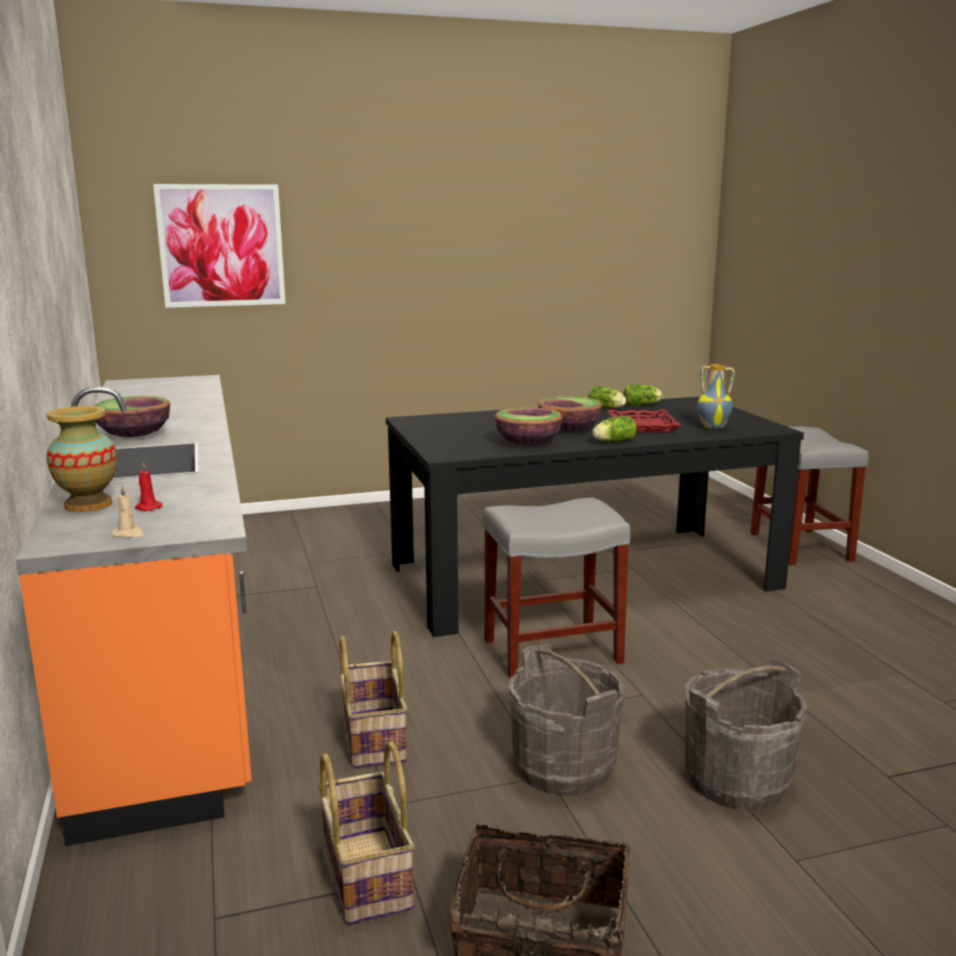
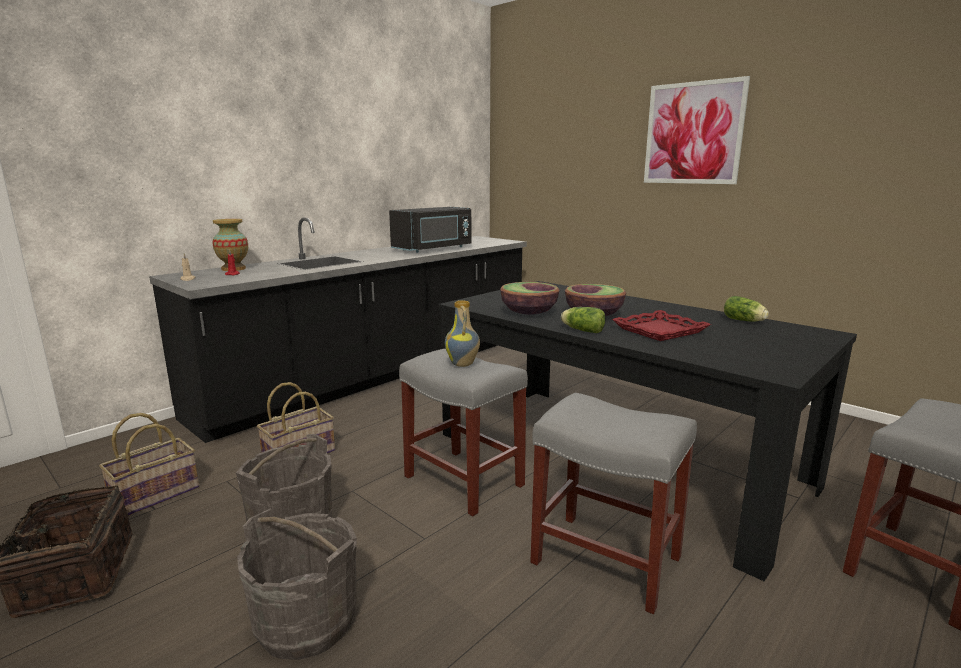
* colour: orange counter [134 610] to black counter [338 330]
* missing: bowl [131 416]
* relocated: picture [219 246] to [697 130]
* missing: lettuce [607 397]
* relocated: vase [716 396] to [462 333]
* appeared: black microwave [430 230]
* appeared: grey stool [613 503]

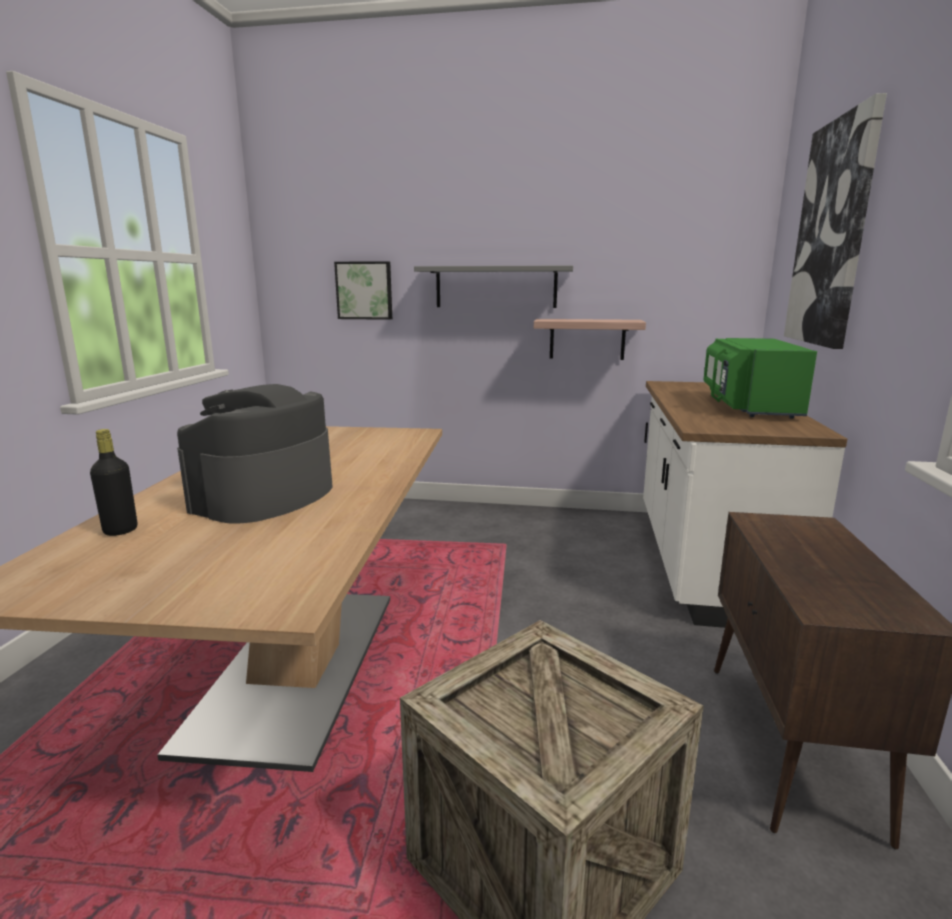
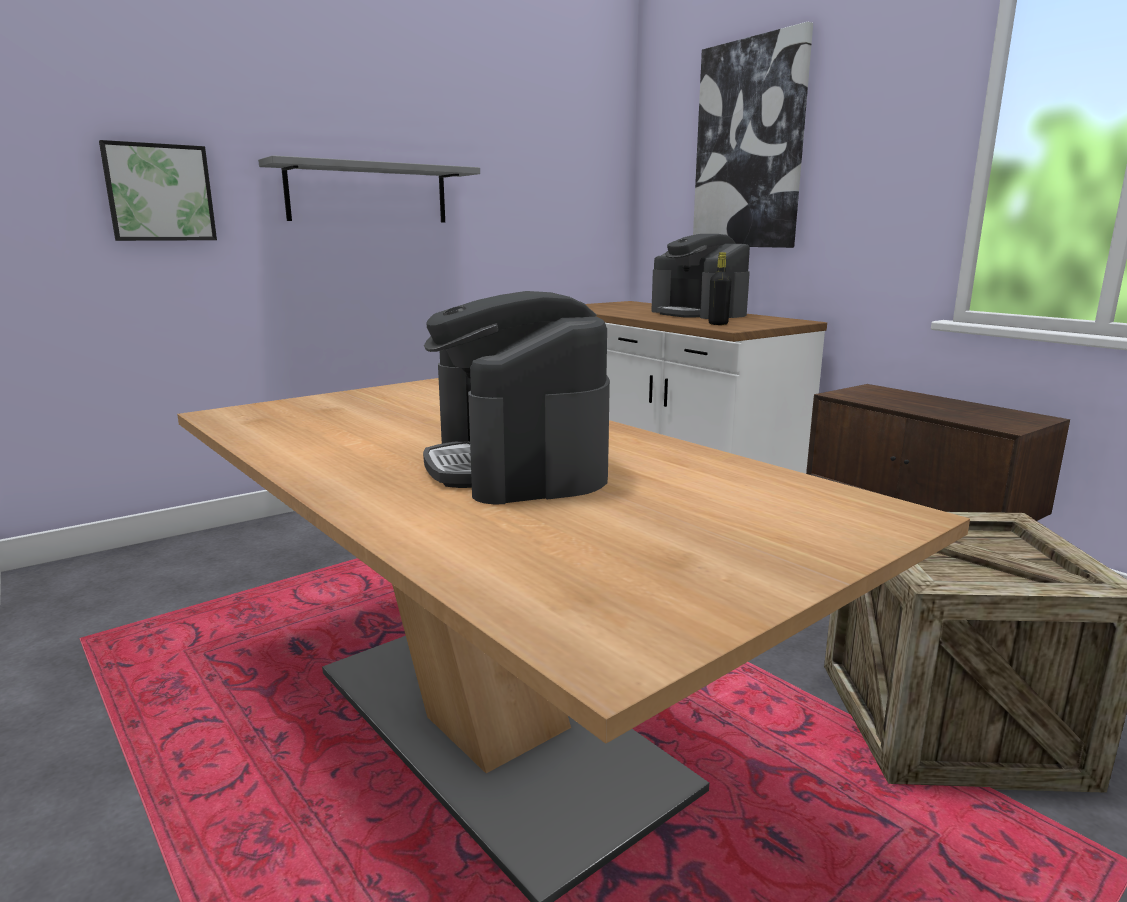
* relocated: black bottle [113 482] to [720 288]
* missing: shelf [590 339]
* exchanged: green microwave [760 378] to coffee machine [700 276]

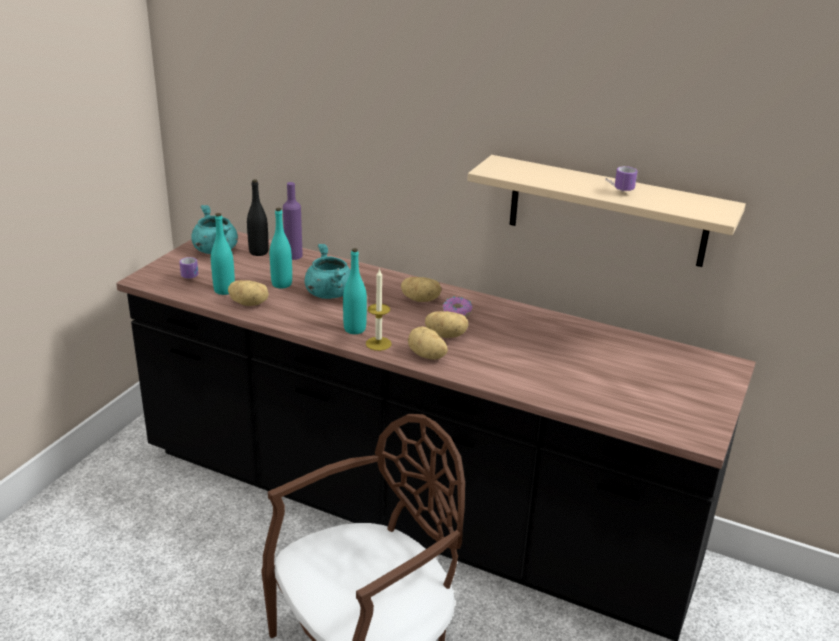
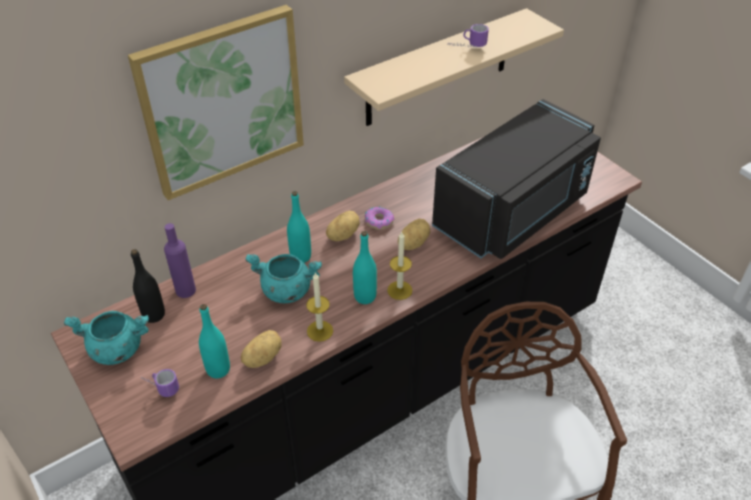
* relocated: turquoise bottle [281 248] to [299 227]
* missing: potato [428 343]
* appeared: picture [216 102]
* appeared: candle [319 307]
* appeared: black microwave [516 179]

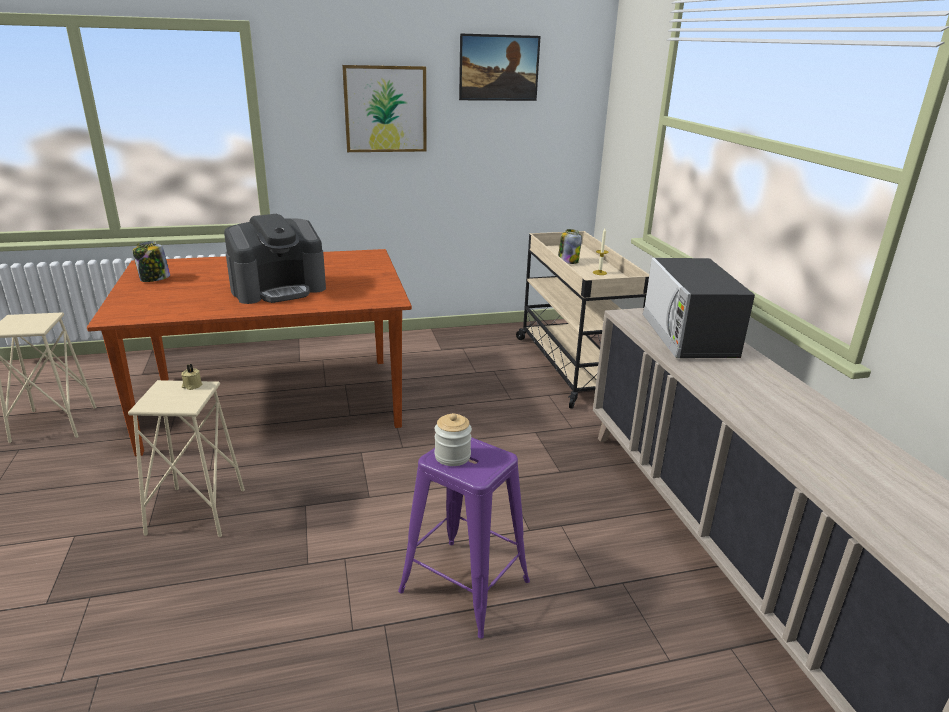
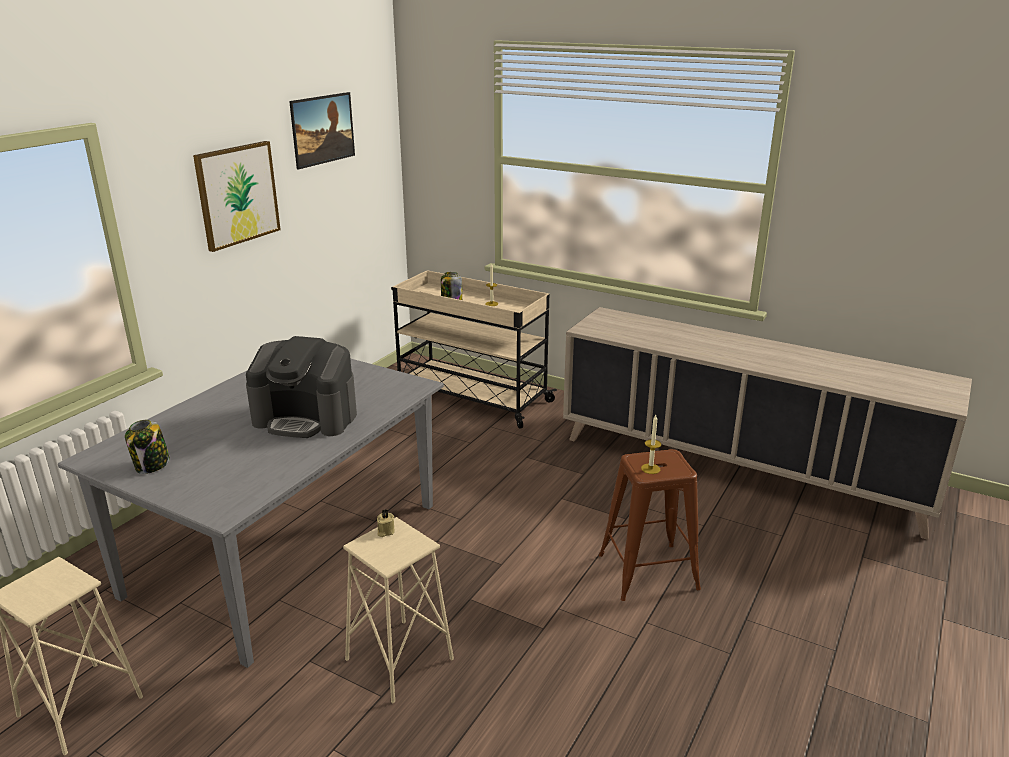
* colour: brown dining table [249 352] to grey dining table [251 513]
* spun: coffee machine [275 259] = [301 387] 90 degrees clockwise
* colour: purple stool [464 537] to brown stool [650 525]
* exchanged: jar [453 439] to candle [651 444]
* missing: microwave [699 308]

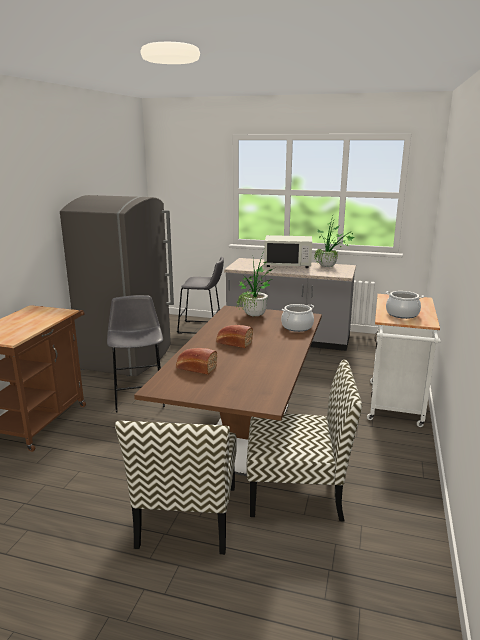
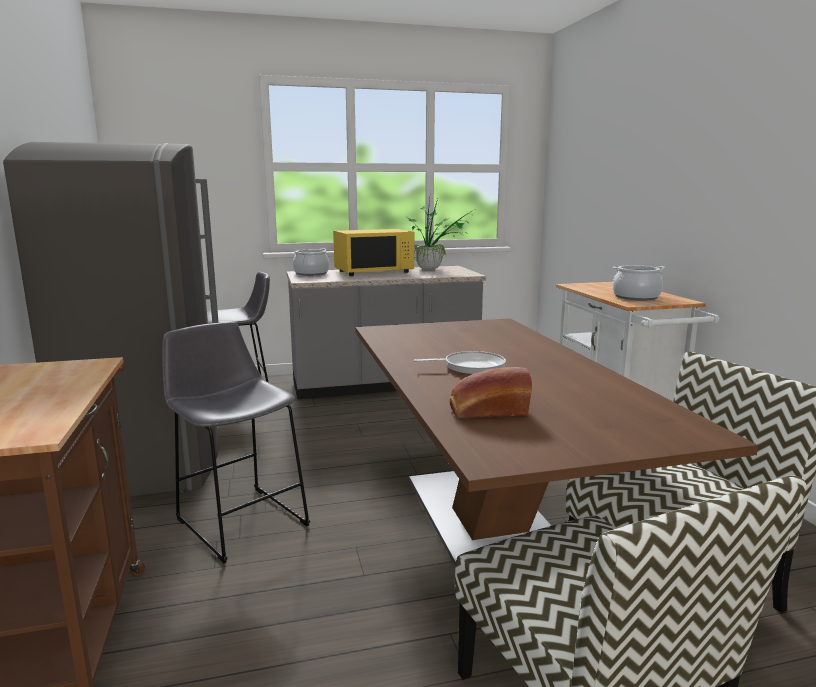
* exchanged: bread [234 336] to frying pan [459 363]
* missing: potted plant [256 285]
* colour: white microwave [288 251] to yellow microwave [373 252]
* relocated: cooking pot [297 318] to [311 262]

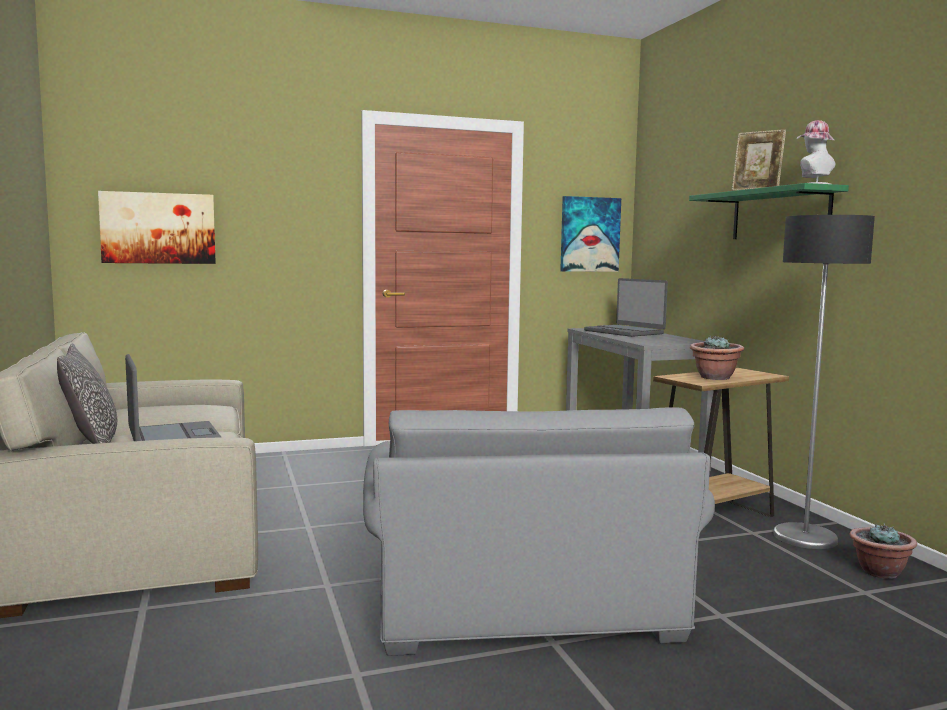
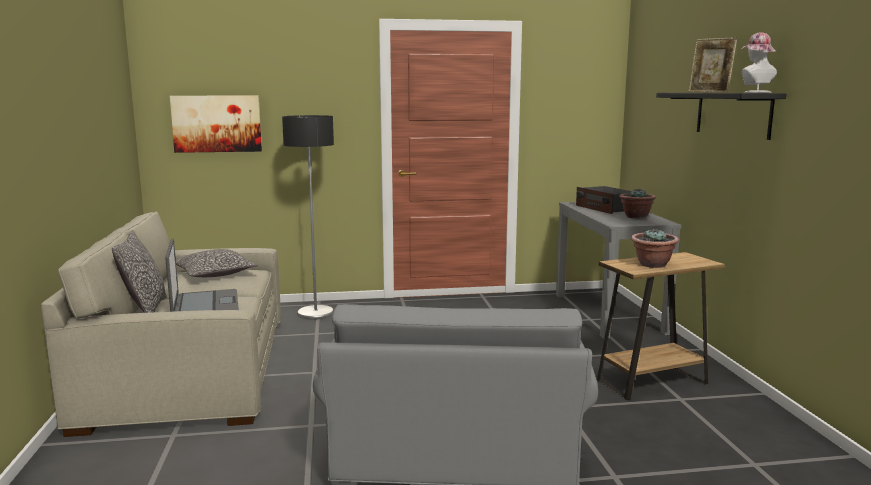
* missing: picture [590 234]
* exchanged: laptop [626 307] to radio [603 200]
* colour: green shelf [769 211] to black shelf [721 116]
* relocated: floor lamp [824 382] to [308 217]
* relocated: potted plant [883 551] to [637 203]
* appeared: pillow [217 263]

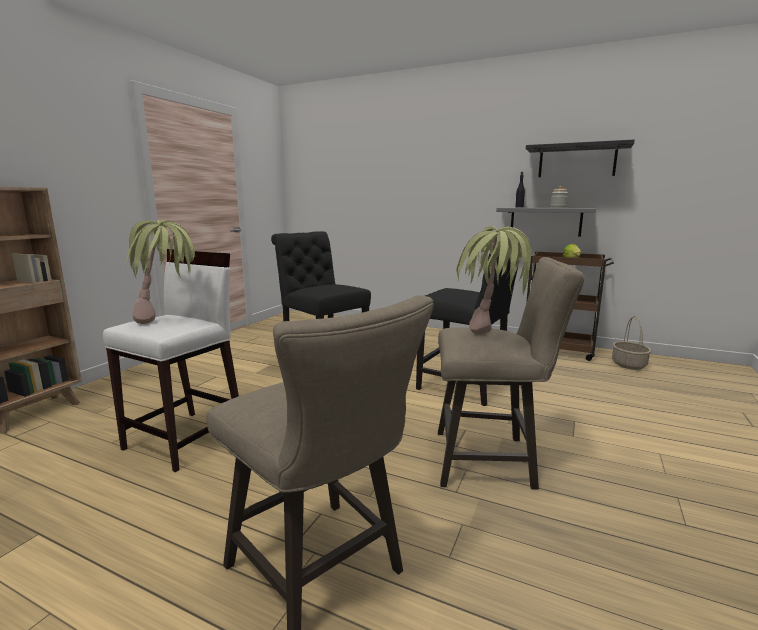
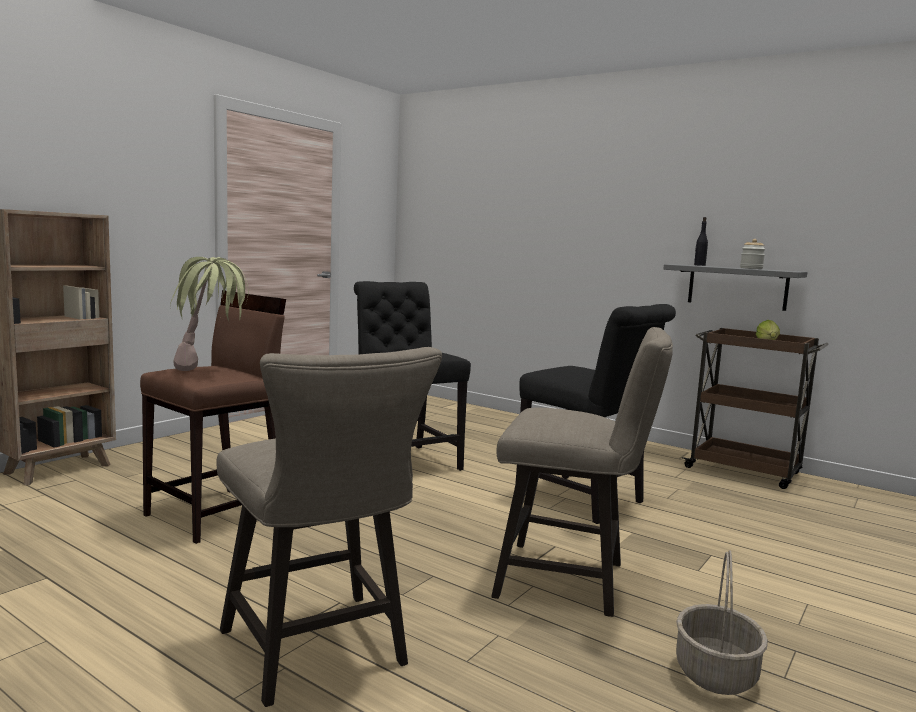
* colour: white stool [171 360] to brown stool [213 417]
* missing: potted plant [495 280]
* missing: black shelf [580 158]
* relocated: basket [632 343] to [722 622]

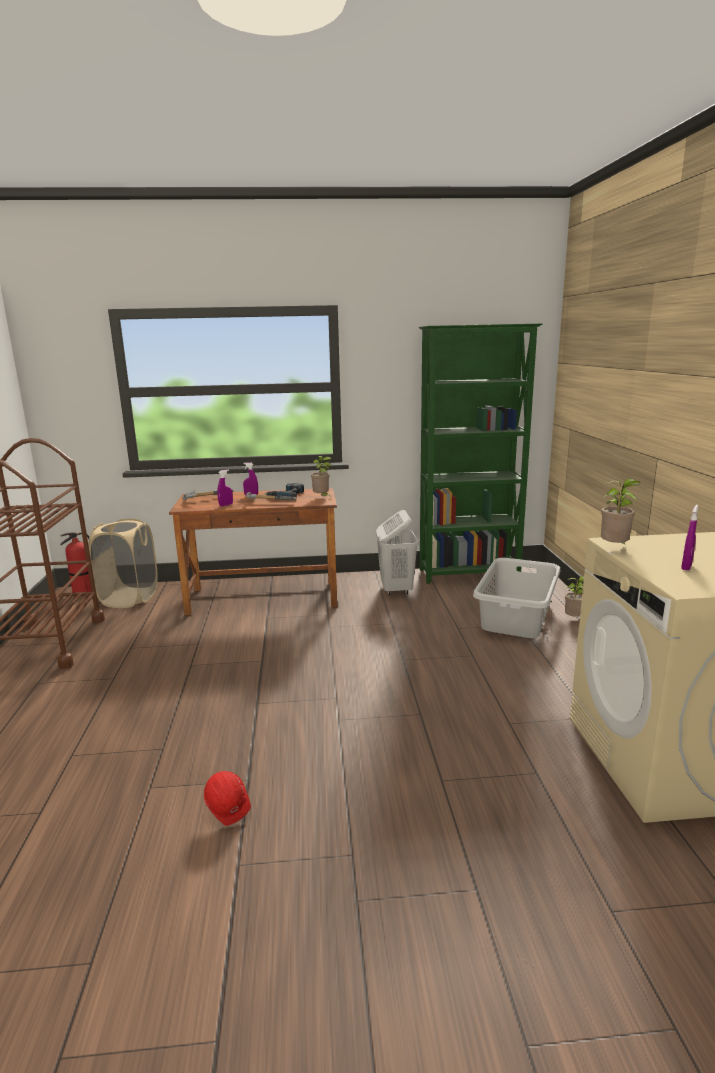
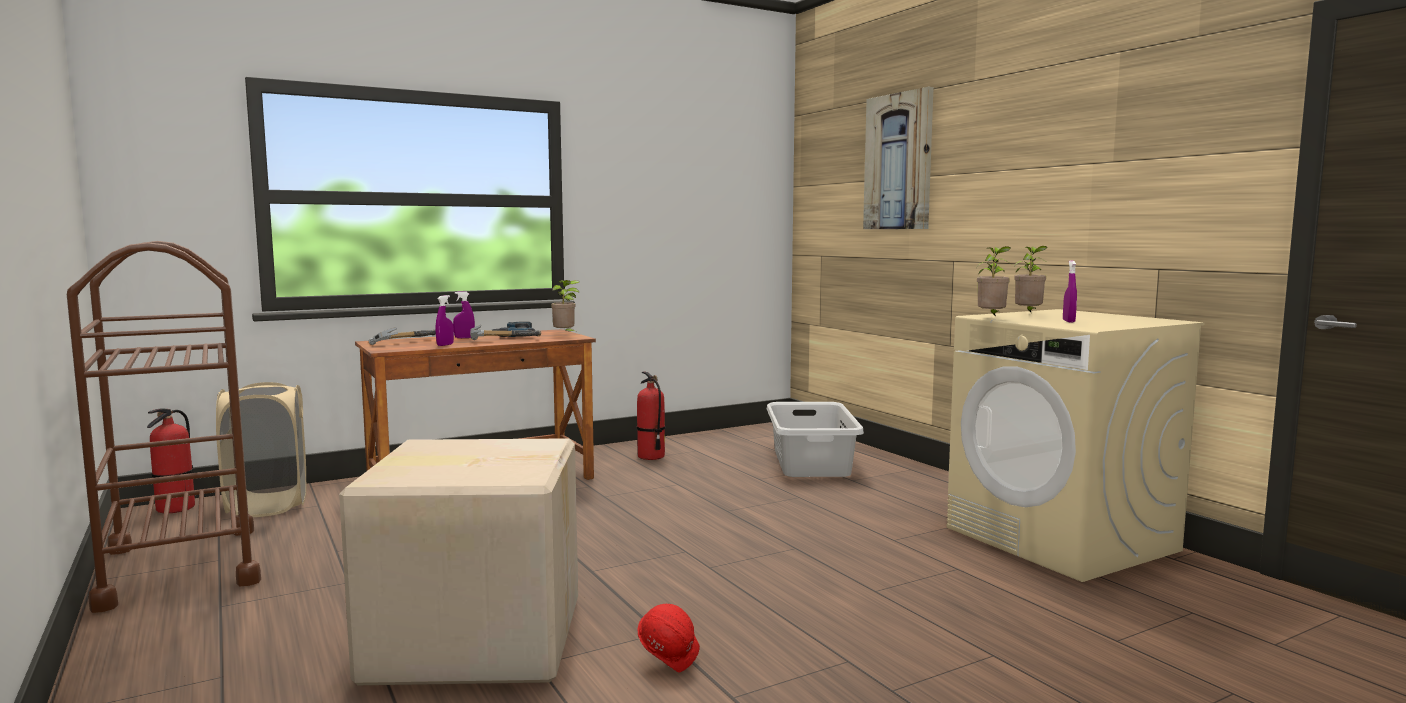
* exchanged: white laundry basket [397 552] to fire extinguisher [651 415]
* missing: green bookcase [480 454]
* relocated: potted plant [574 596] to [1031 279]
* appeared: cardboard box [458 561]
* appeared: picture [898 158]

